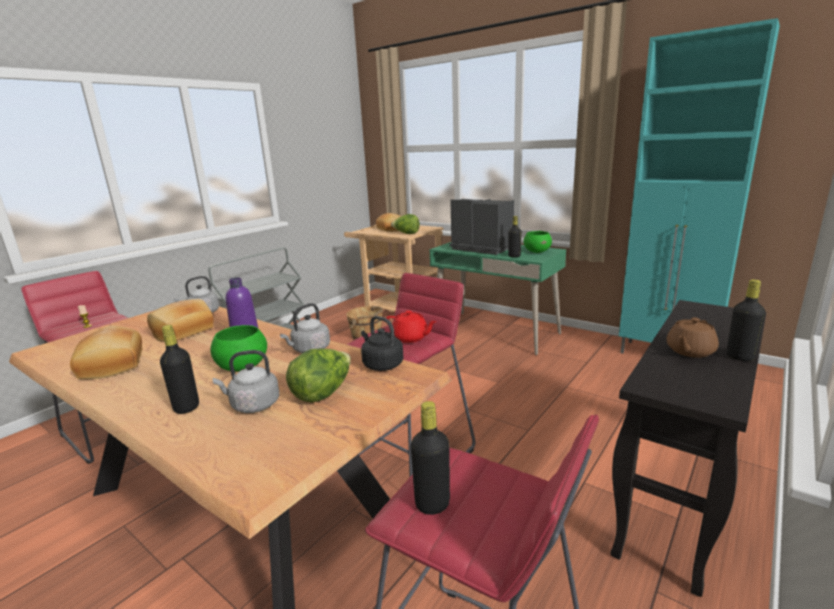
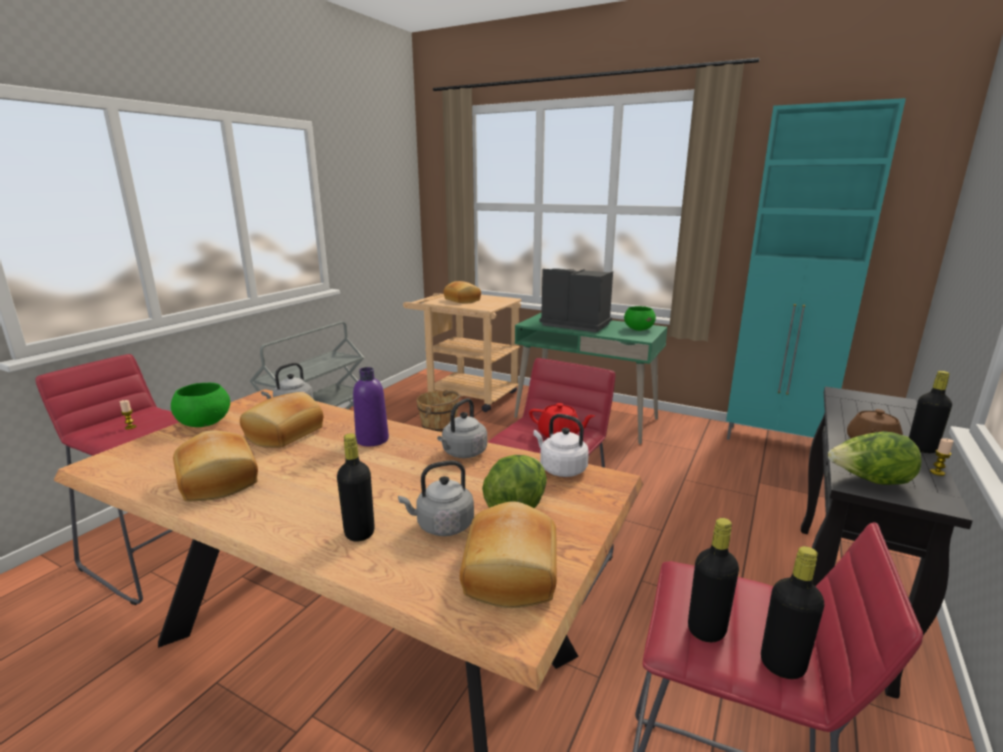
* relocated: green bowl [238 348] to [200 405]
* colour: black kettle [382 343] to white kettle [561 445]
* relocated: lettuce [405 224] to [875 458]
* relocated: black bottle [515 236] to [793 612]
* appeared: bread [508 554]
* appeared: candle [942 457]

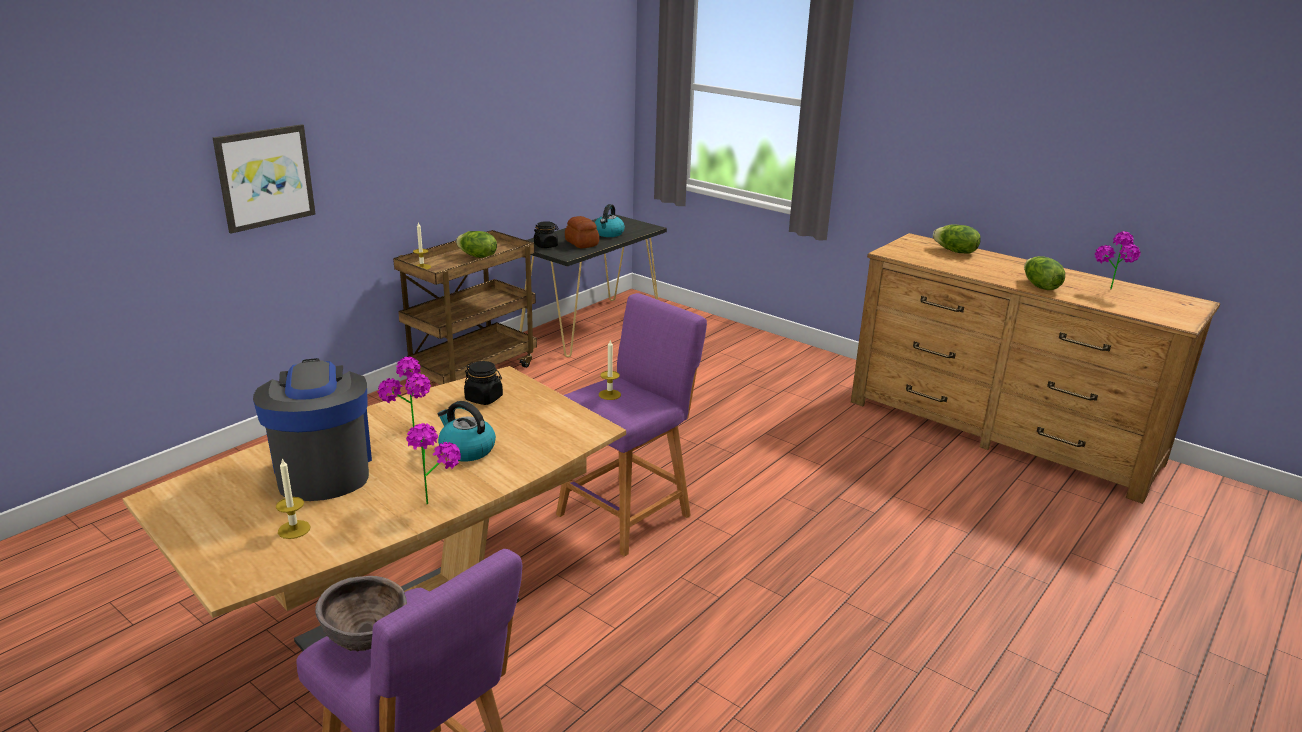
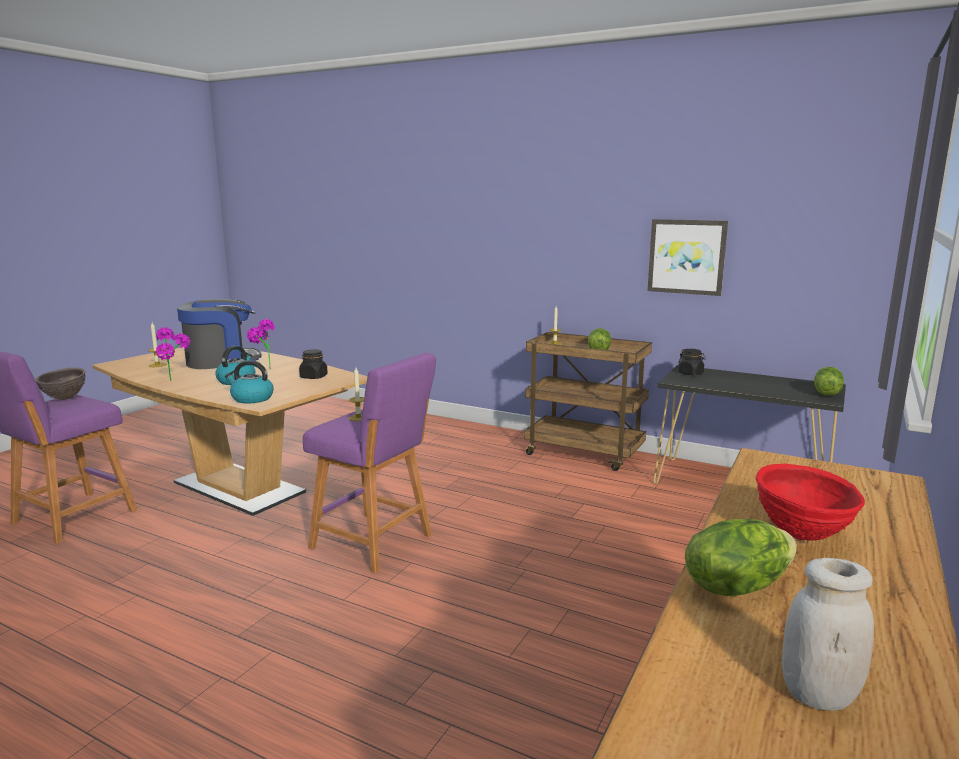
* relocated: picture [264 179] to [688 257]
* missing: bread [582 232]
* relocated: kettle [609 220] to [249 381]
* relocated: lettuce [957 238] to [829 381]
* exchanged: potted plant [1118 260] to white jar [828 634]
* appeared: red bowl [810 502]

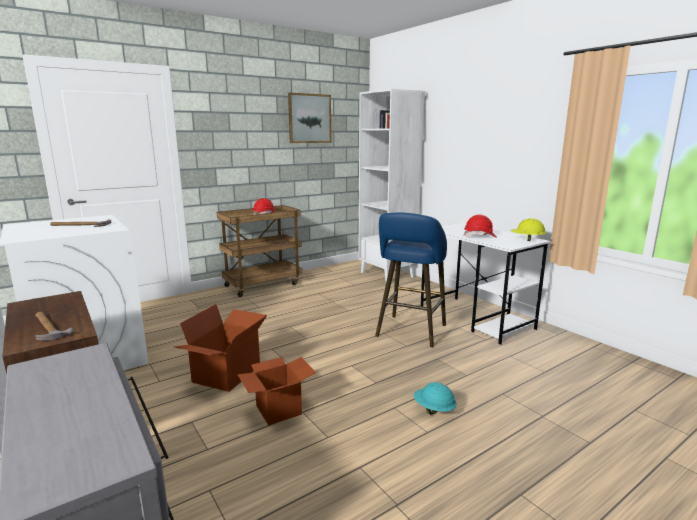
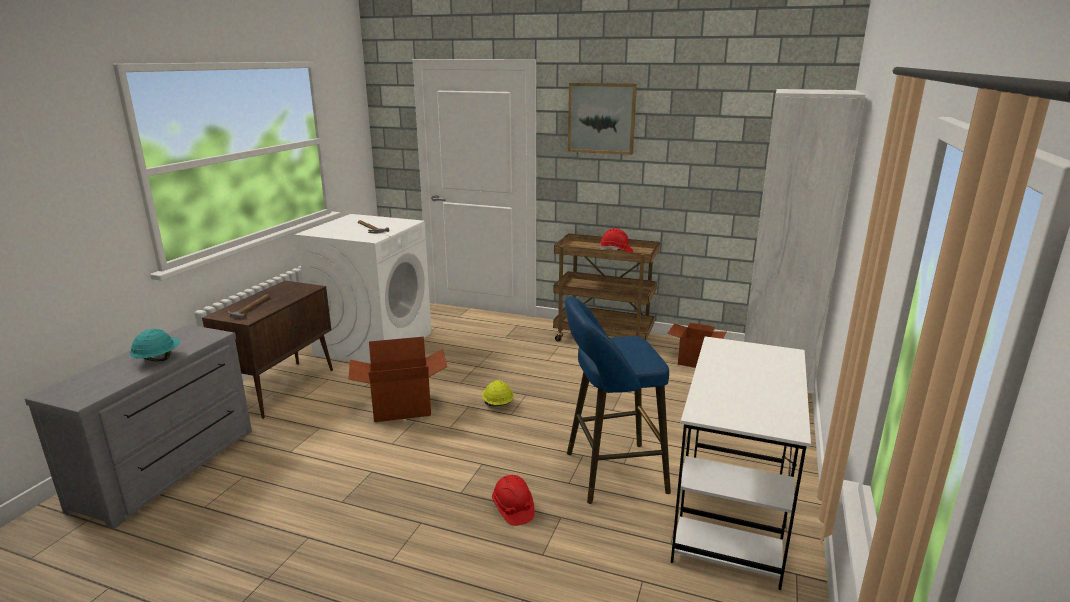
* relocated: cardboard box [276 391] to [697 345]
* relocated: picture [309 118] to [602 119]
* relocated: turquoise hard hat [435 398] to [155 345]
* relocated: red hard hat [480 226] to [513 500]
* relocated: yellow hard hat [528 229] to [498 393]

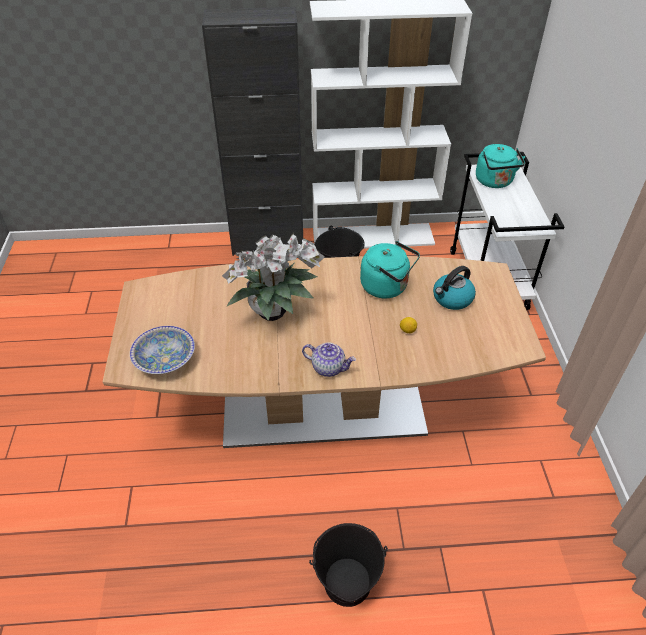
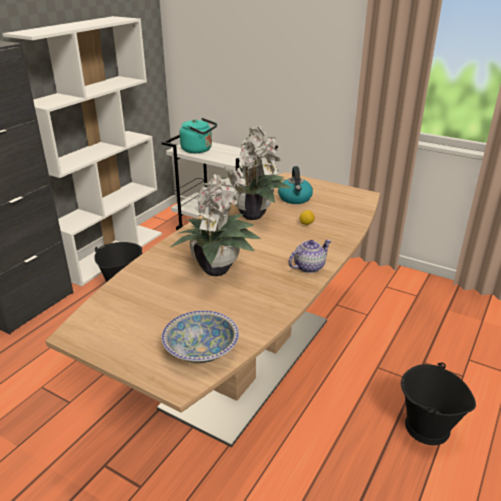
* exchanged: turquoise kettle [390 269] to potted plant [256 173]

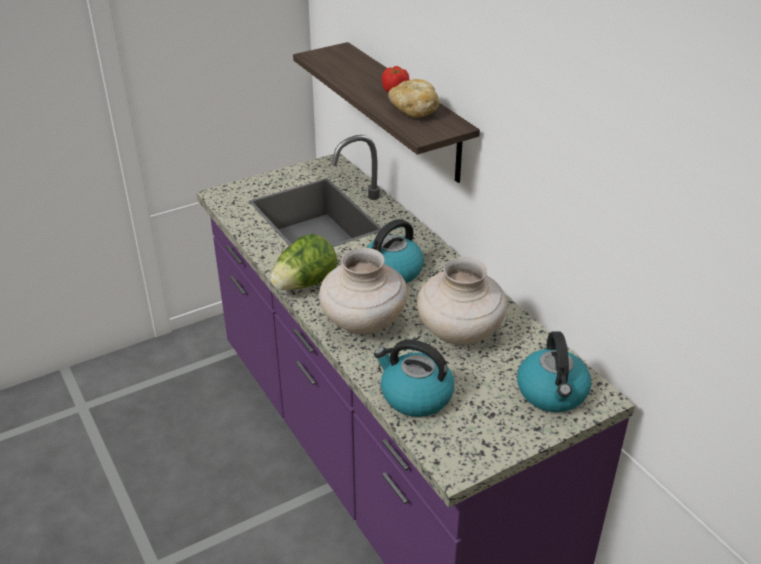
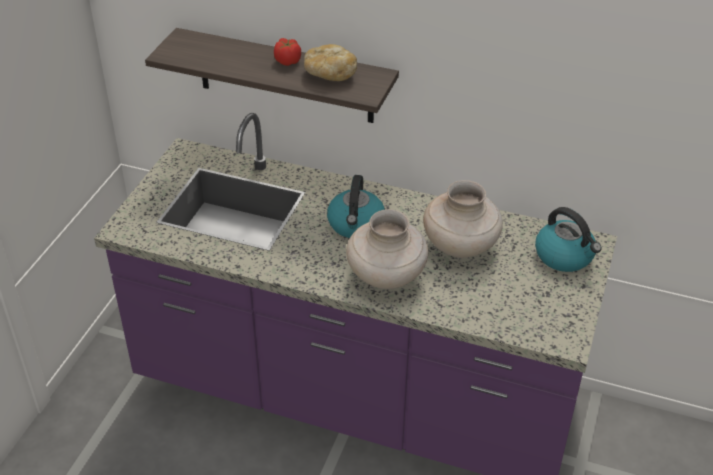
* missing: lettuce [303 262]
* missing: kettle [414 378]

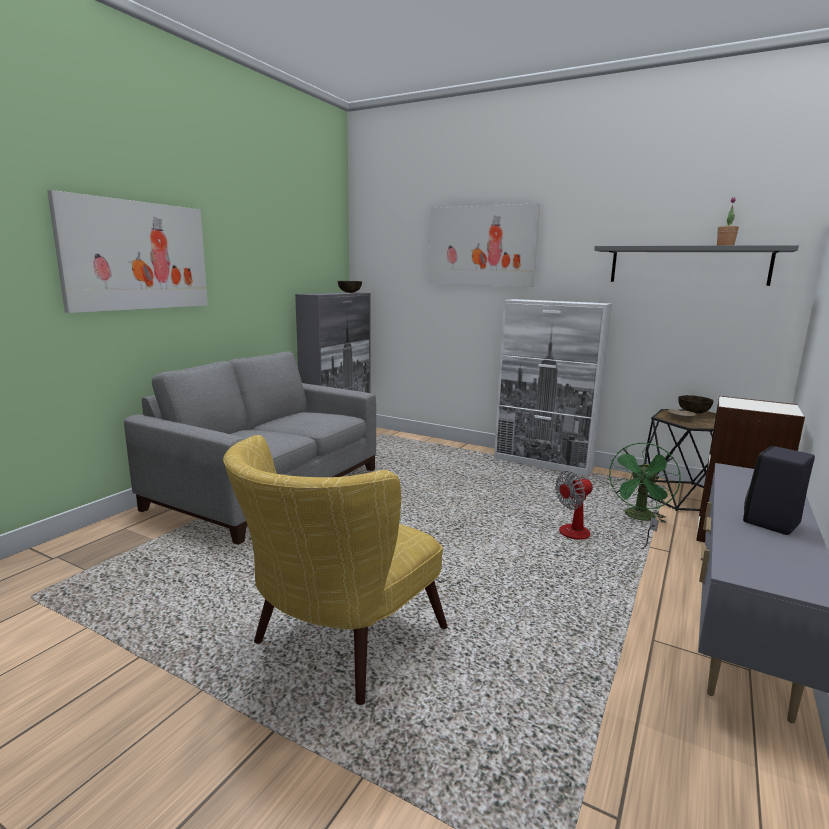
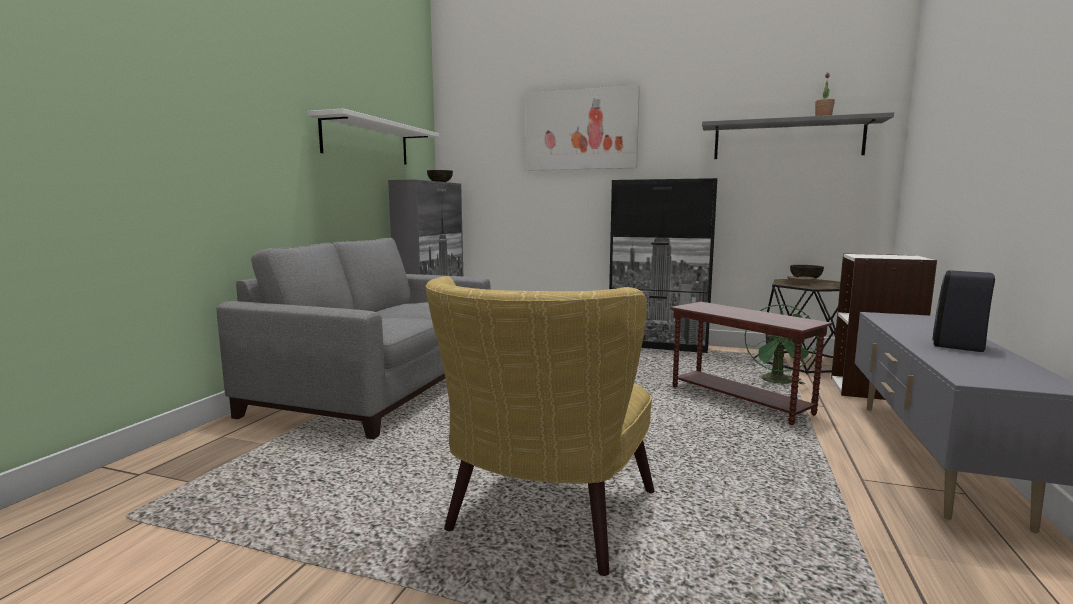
* missing: picture [127 251]
* colour: white cabinet [553 387] to black cabinet [663 265]
* exchanged: fan [606 510] to brown side table [751 363]
* appeared: white shelf [373 136]

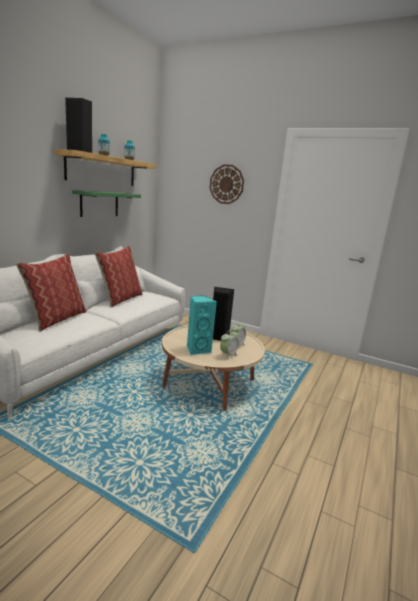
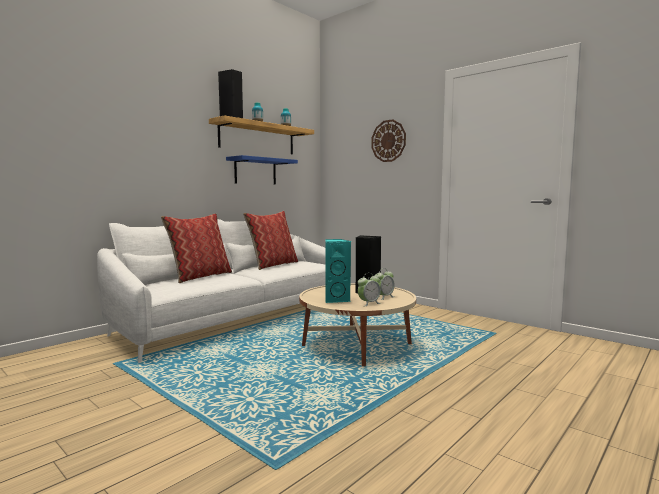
* colour: green shelf [106 203] to blue shelf [262 170]

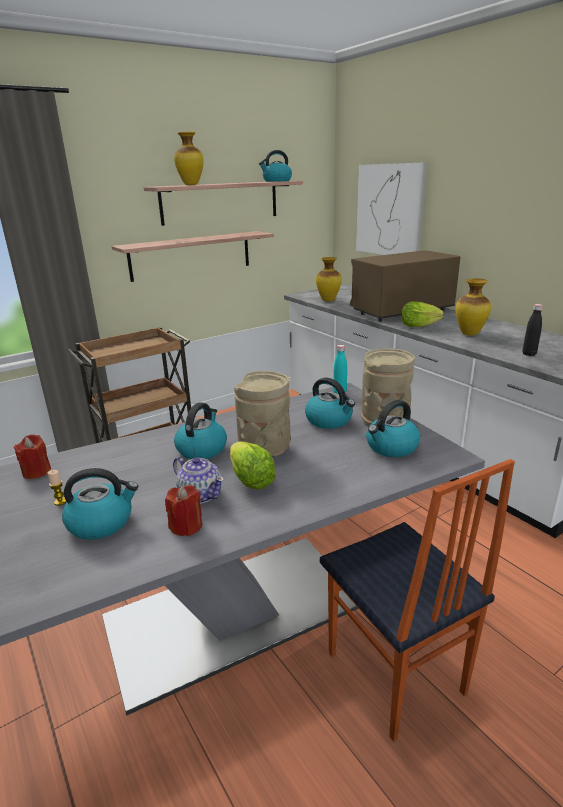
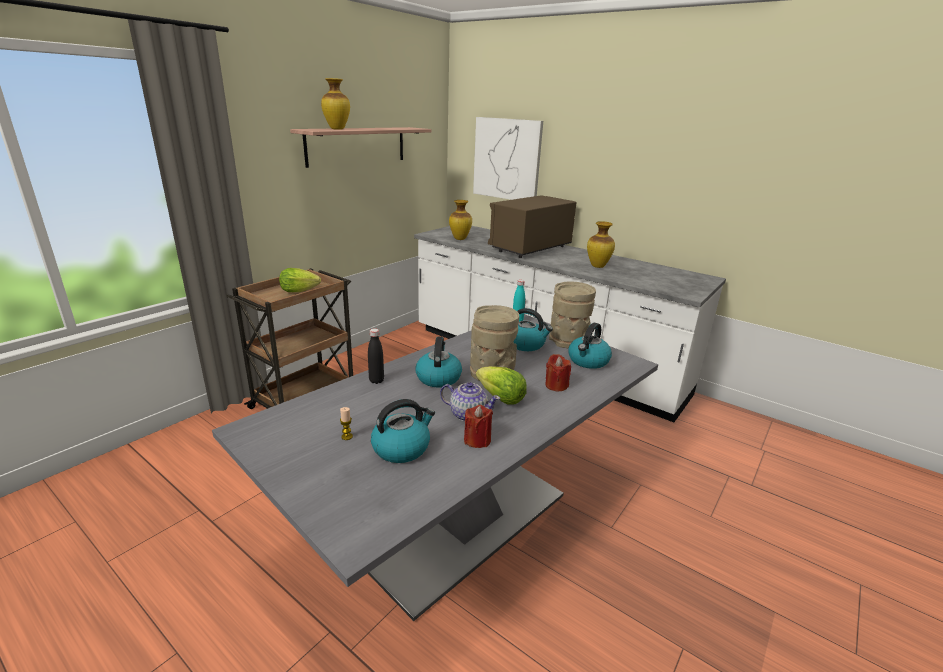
* relocated: red candle [32 456] to [558 373]
* missing: shelf [192 256]
* missing: kettle [275 166]
* missing: chair [417 600]
* relocated: lettuce [422 314] to [300 280]
* relocated: black bottle [533 330] to [376 356]

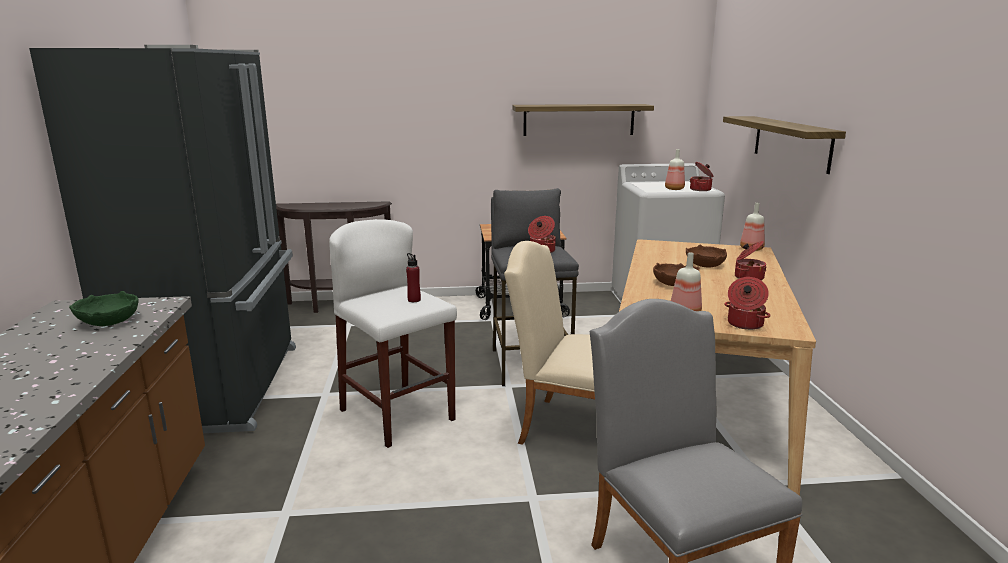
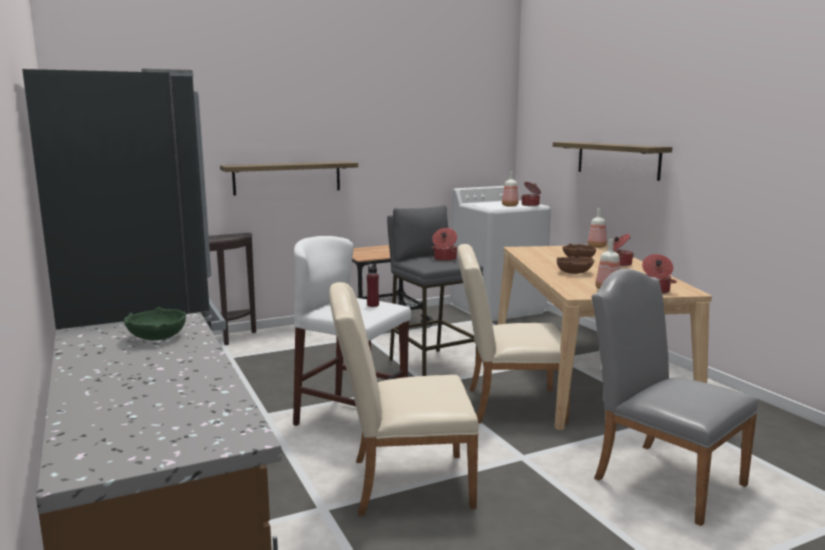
* relocated: shelf [583 120] to [289 178]
* appeared: beige chair [404 399]

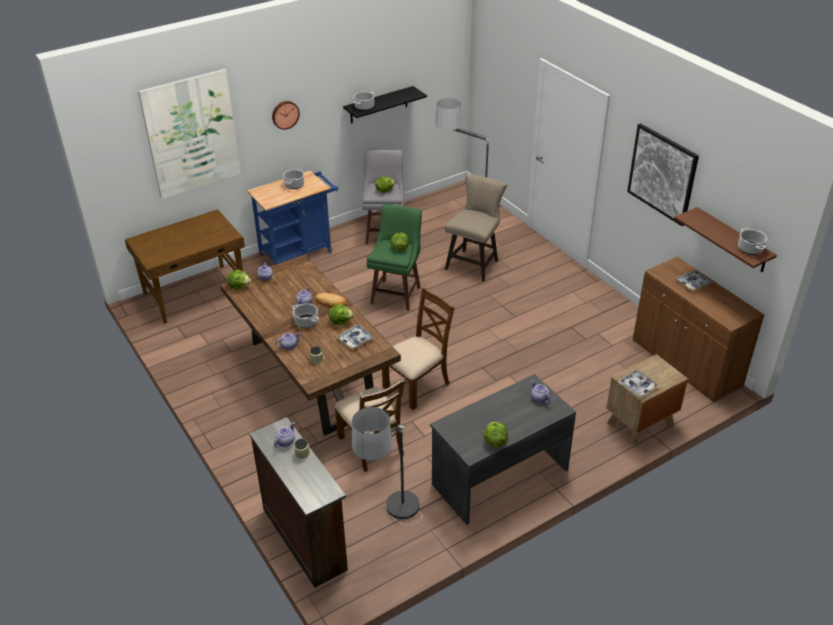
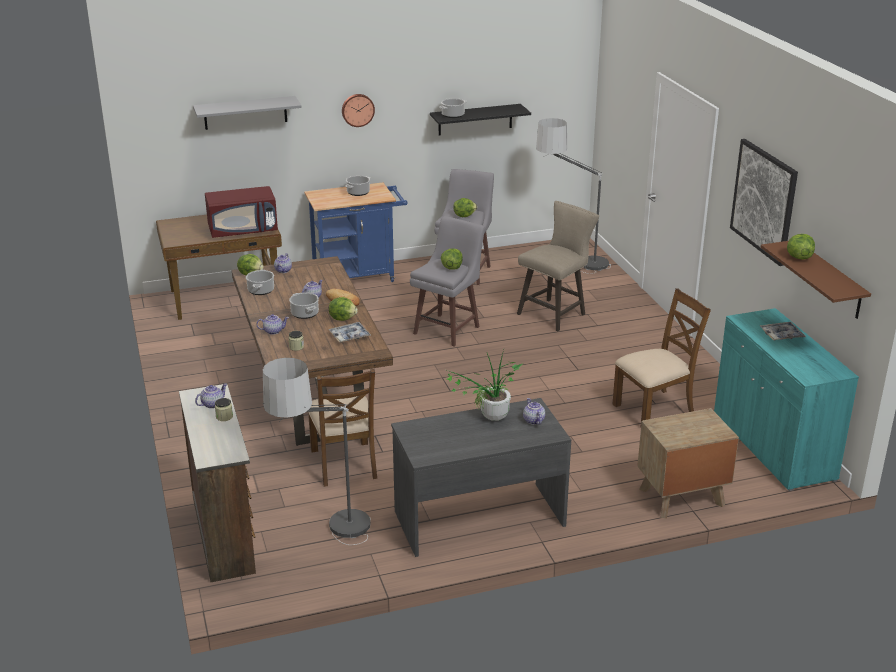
* exchanged: picture [190 134] to grey shelf [247 113]
* colour: green stool [394 257] to grey stool [447 281]
* relocated: brown chair [418 349] to [662 358]
* relocated: lettuce [496 434] to [801 247]
* missing: tray [638 383]
* colour: brown cabinet [698 329] to turquoise cabinet [786 399]
* relocated: cooking pot [752 241] to [260 282]
* appeared: red microwave [241 212]
* appeared: potted plant [483 385]

